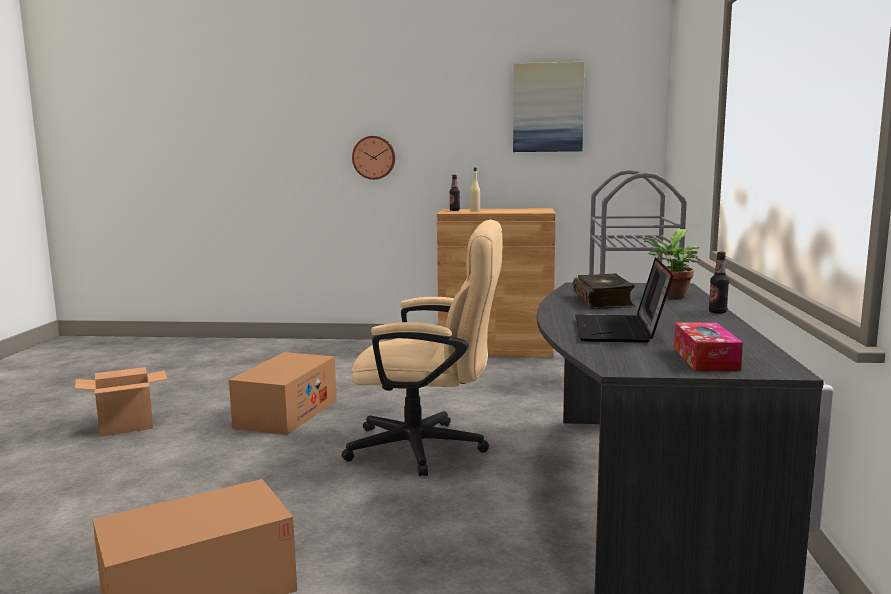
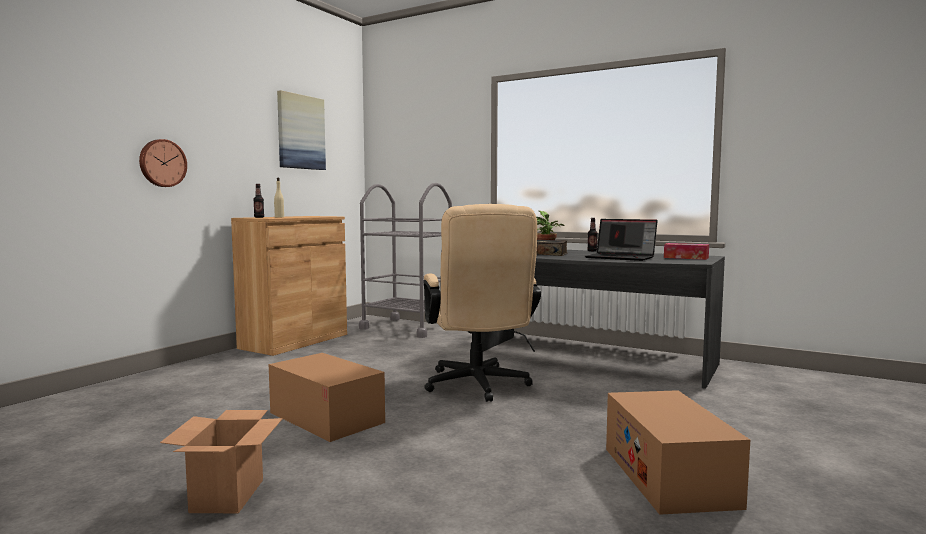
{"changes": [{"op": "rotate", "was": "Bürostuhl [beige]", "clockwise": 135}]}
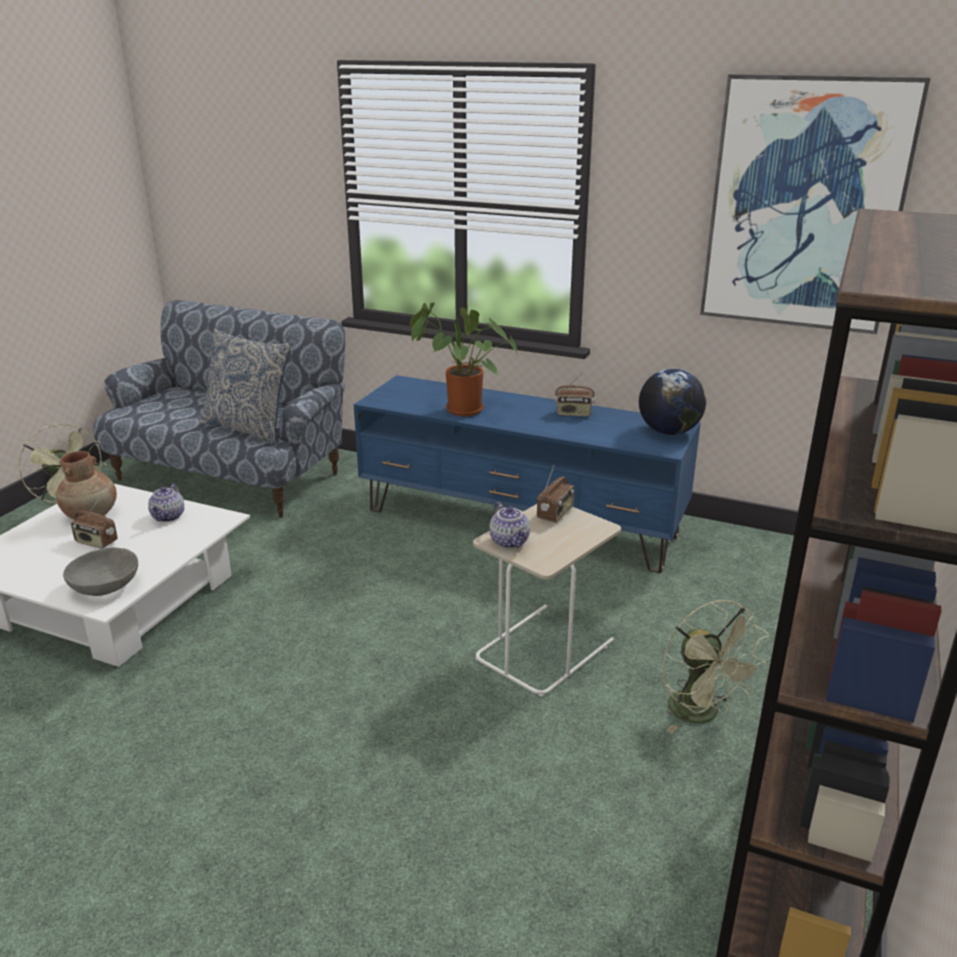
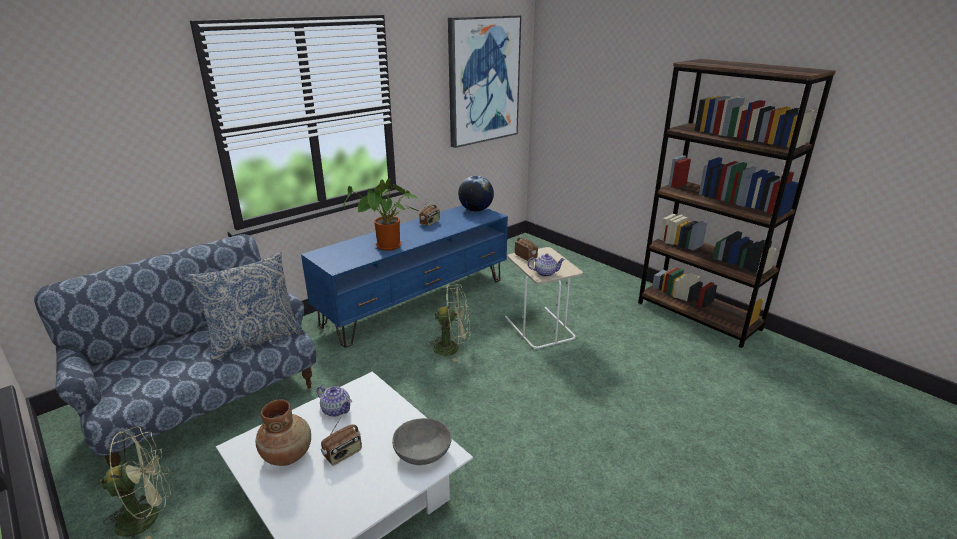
{"changes": [{"op": "move", "was": "Ventilator [grün] (2nd from left)"}]}
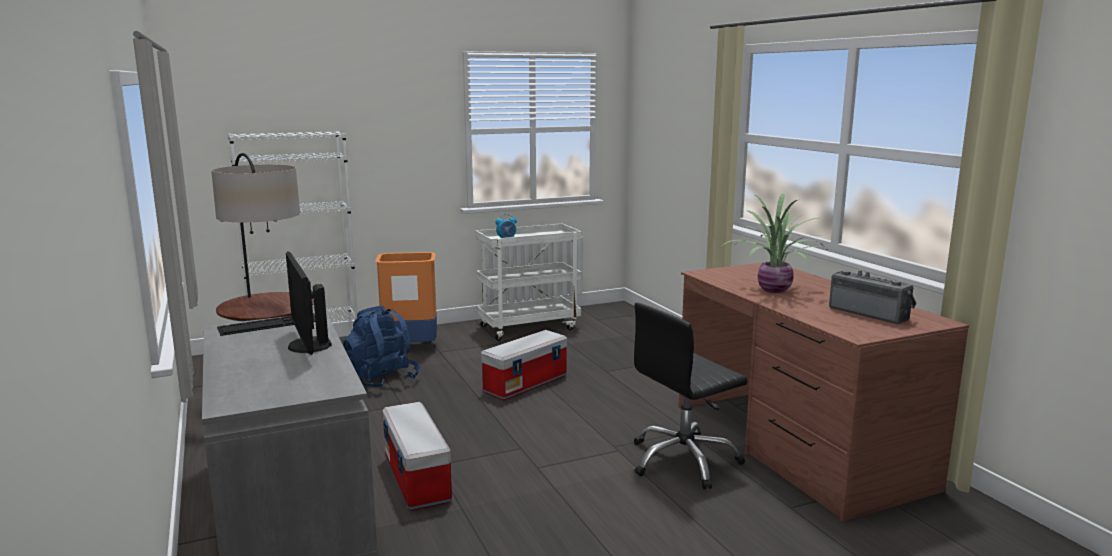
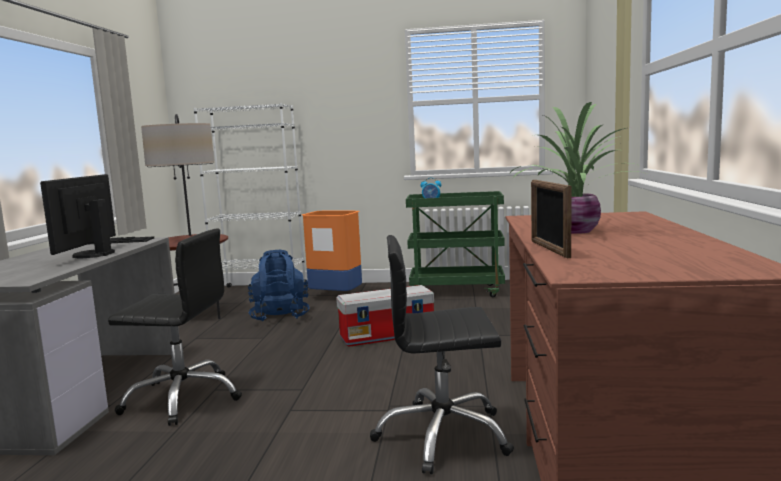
{"changes": [{"op": "recolor", "was": "Rollwagen [weiß]", "now": "Rollwagen [grün]"}, {"op": "delete", "was": "Radio"}, {"op": "replace", "was": "Aufbewahrungsbox (1st from left)", "now": "Bürostuhl [schwarz] (1st from left)"}, {"op": "insert", "now": "Bilderrahmen"}]}
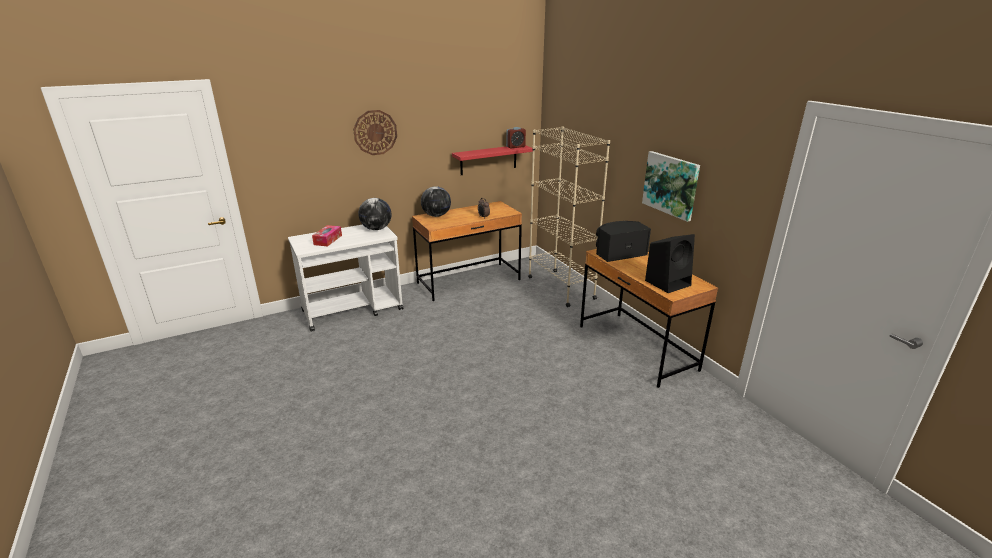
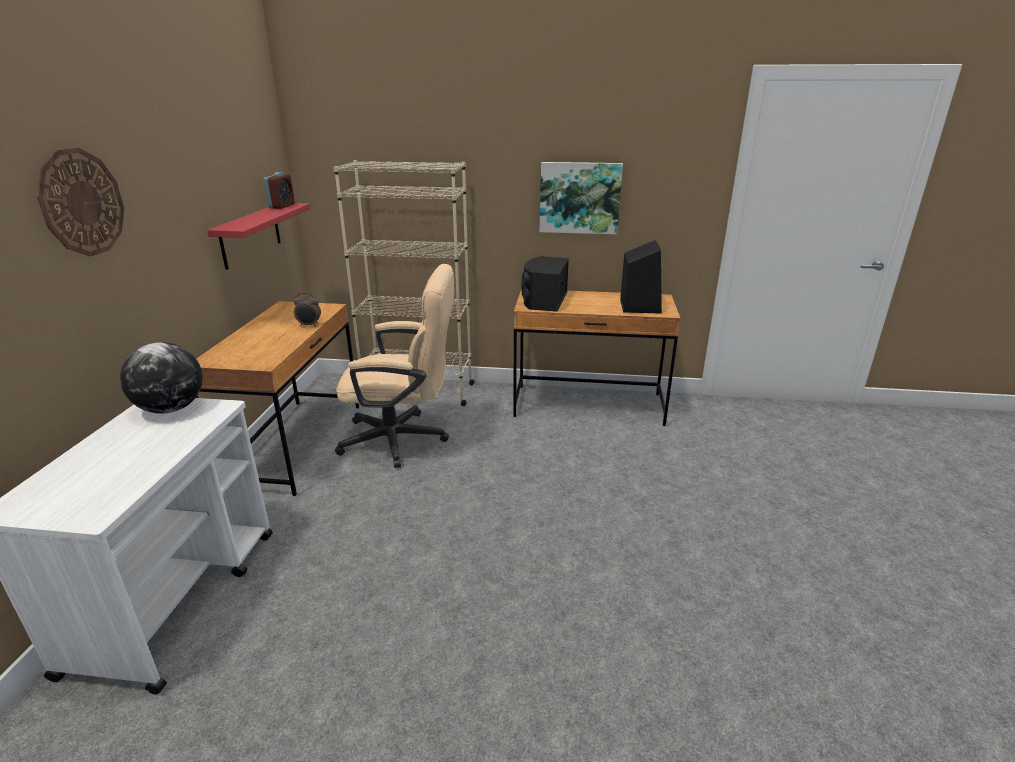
{"changes": [{"op": "delete", "was": "Globus (2nd from left)"}, {"op": "delete", "was": "Taschentuchbox"}, {"op": "insert", "now": "Bürostuhl [beige]"}]}
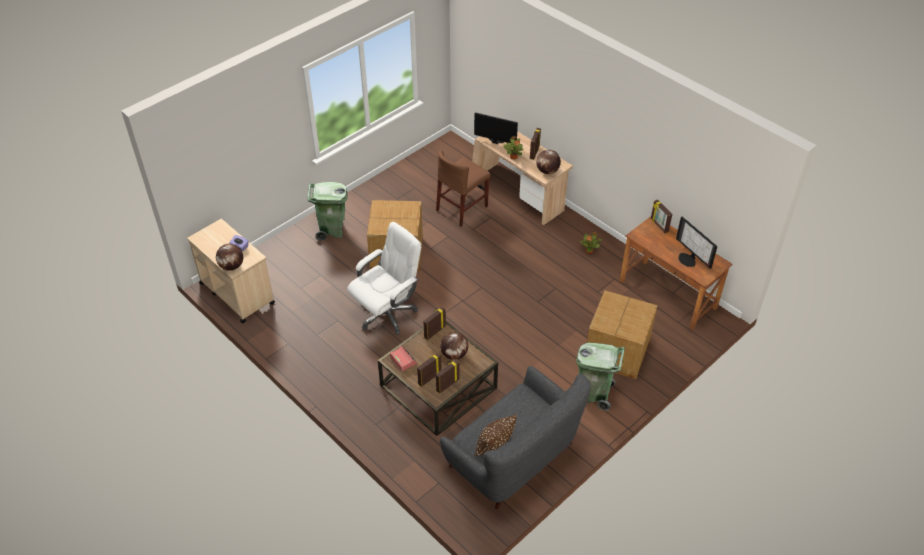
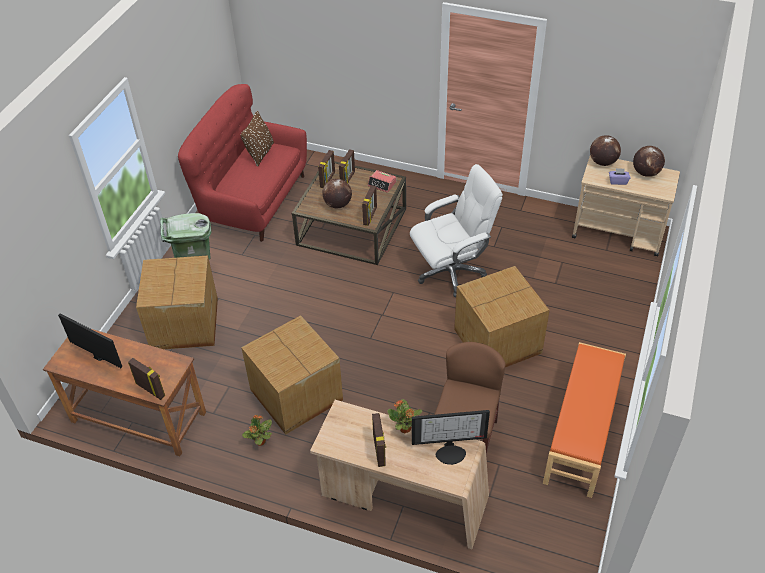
{"changes": [{"op": "move", "was": "Globus (3rd from left)"}, {"op": "delete", "was": "Mülleimer [grün] (1st from left)"}, {"op": "rotate", "was": "Bürostuhl [weiß]", "clockwise": -135}, {"op": "recolor", "was": "Sofa [grau]", "now": "Sofa [rot]"}, {"op": "insert", "now": "Karton (2nd from left)"}, {"op": "insert", "now": "Bank [orange]"}]}
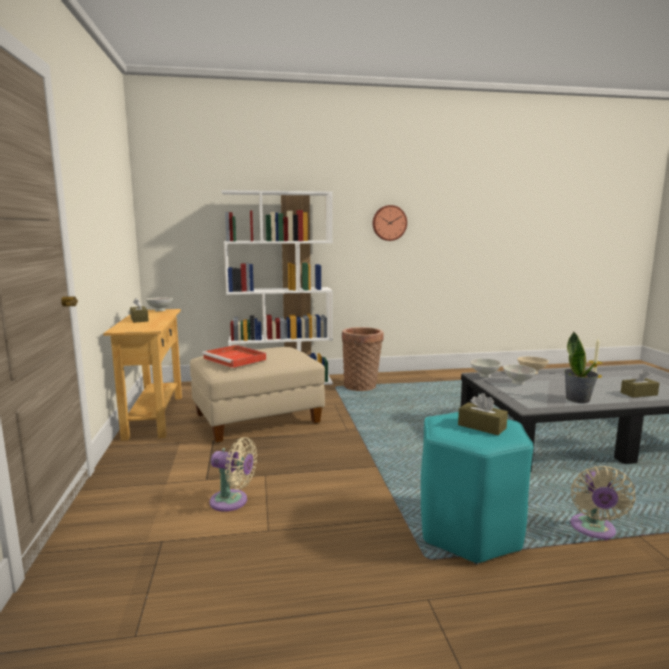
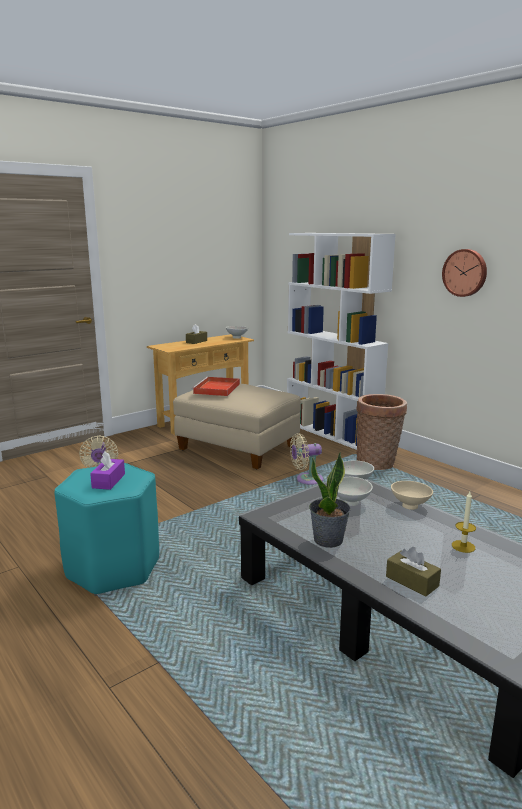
{"changes": [{"op": "recolor", "was": "Taschentuchbox [braun] (2nd from left)", "now": "Taschentuchbox [lila]"}, {"op": "move", "was": "Ventilator [beige] (2nd from left)"}]}
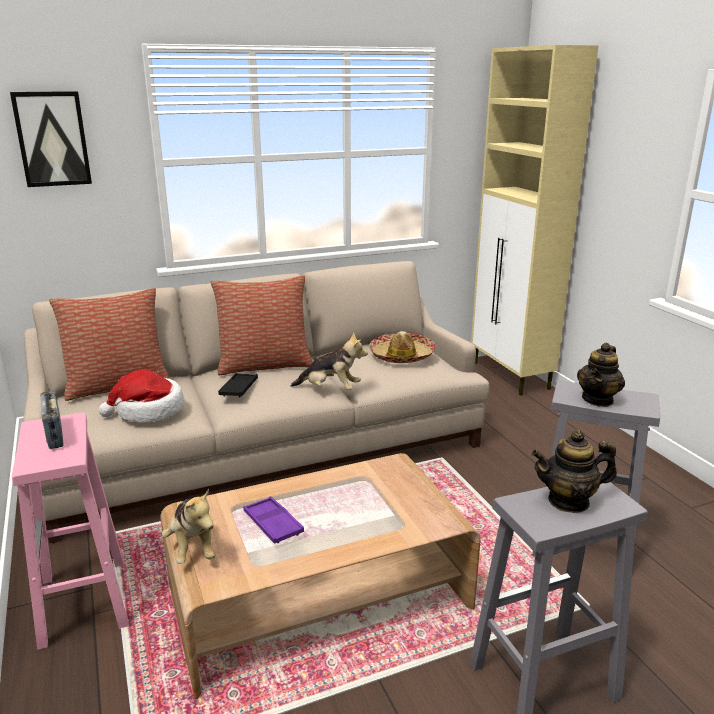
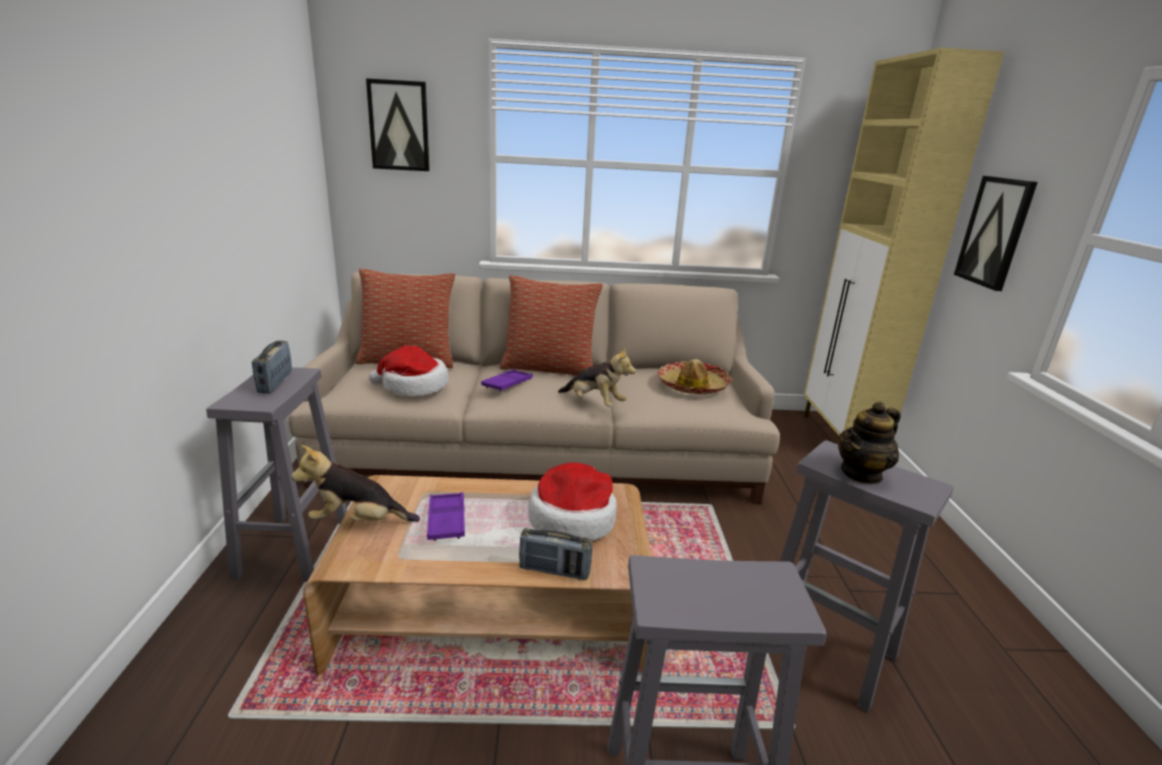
{"changes": [{"op": "recolor", "was": "Tablett [schwarz]", "now": "Tablett [lila] (2nd from left)"}, {"op": "recolor", "was": "Hocker [rosa]", "now": "Hocker [grau] (1st from left)"}, {"op": "delete", "was": "Teekanne (1st from left)"}, {"op": "rotate", "was": "Plüschtier (1st from left)", "clockwise": 90}, {"op": "insert", "now": "Bild (2nd from left)"}, {"op": "insert", "now": "Hut (2nd from left)"}, {"op": "insert", "now": "Radio (2nd from left)"}]}
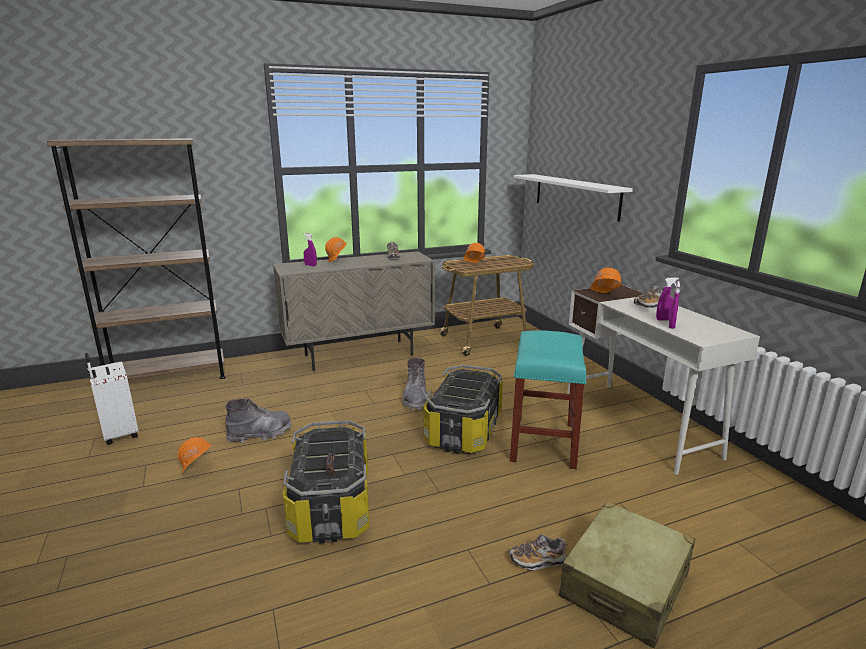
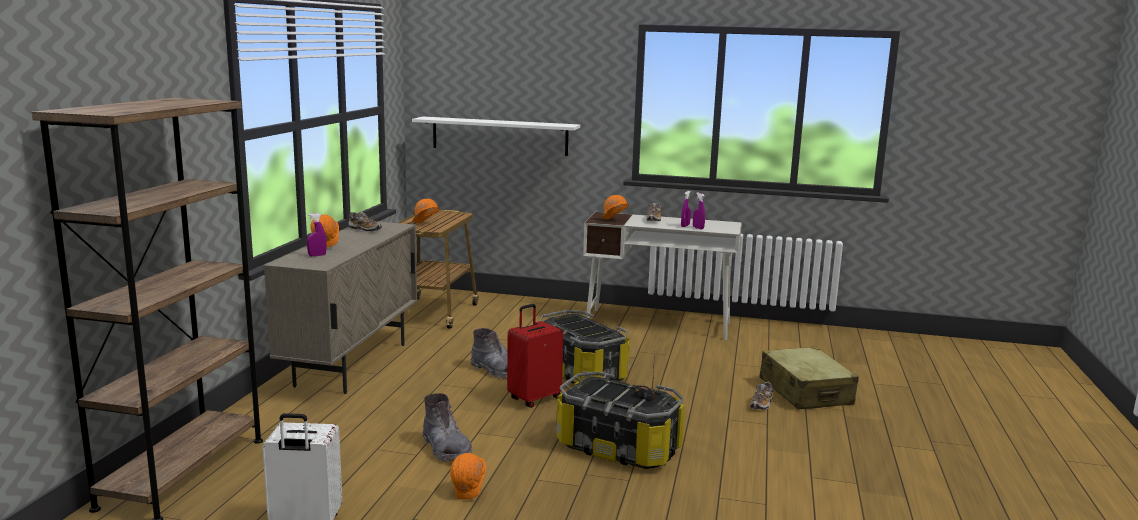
{"changes": [{"op": "delete", "was": "Hocker [türkis]"}, {"op": "rotate", "was": "Stiefel [grau] (1st from left)", "clockwise": 135}, {"op": "insert", "now": "Koffer [rot]"}]}
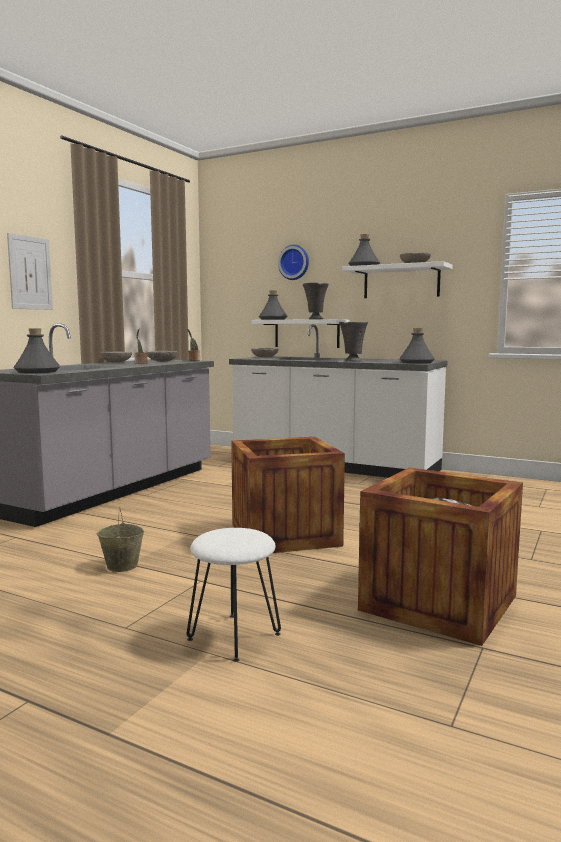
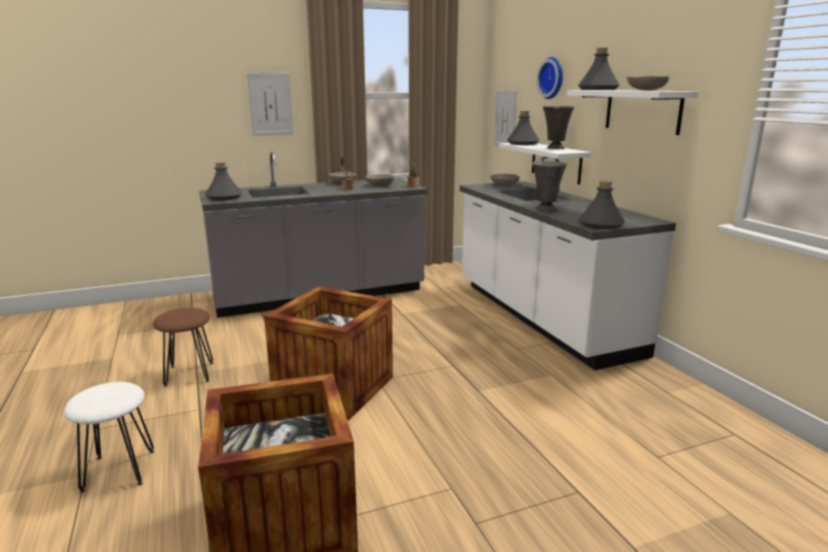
{"changes": [{"op": "replace", "was": "Eimer [beige]", "now": "Hocker [braun]"}, {"op": "insert", "now": "Bild (2nd from left)"}]}
